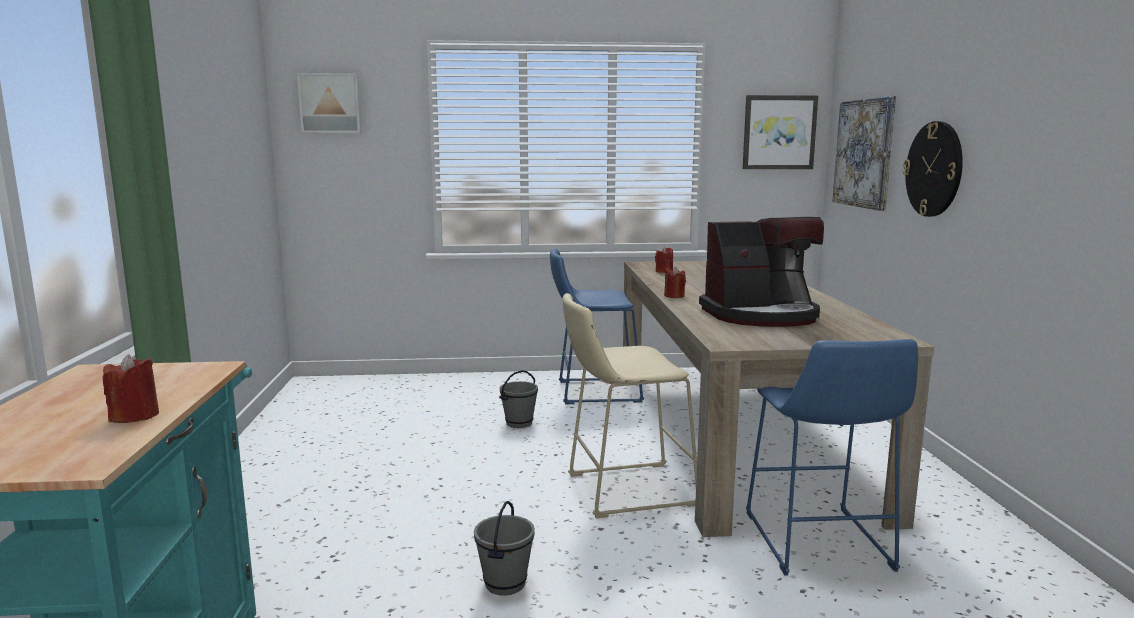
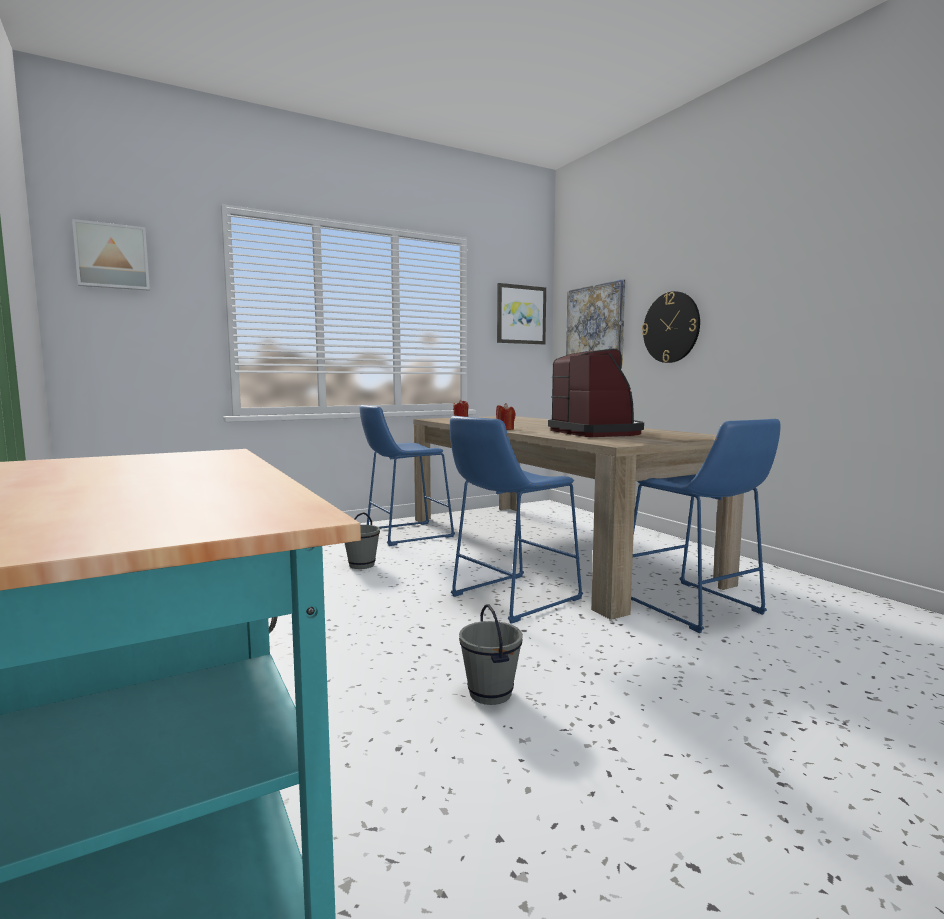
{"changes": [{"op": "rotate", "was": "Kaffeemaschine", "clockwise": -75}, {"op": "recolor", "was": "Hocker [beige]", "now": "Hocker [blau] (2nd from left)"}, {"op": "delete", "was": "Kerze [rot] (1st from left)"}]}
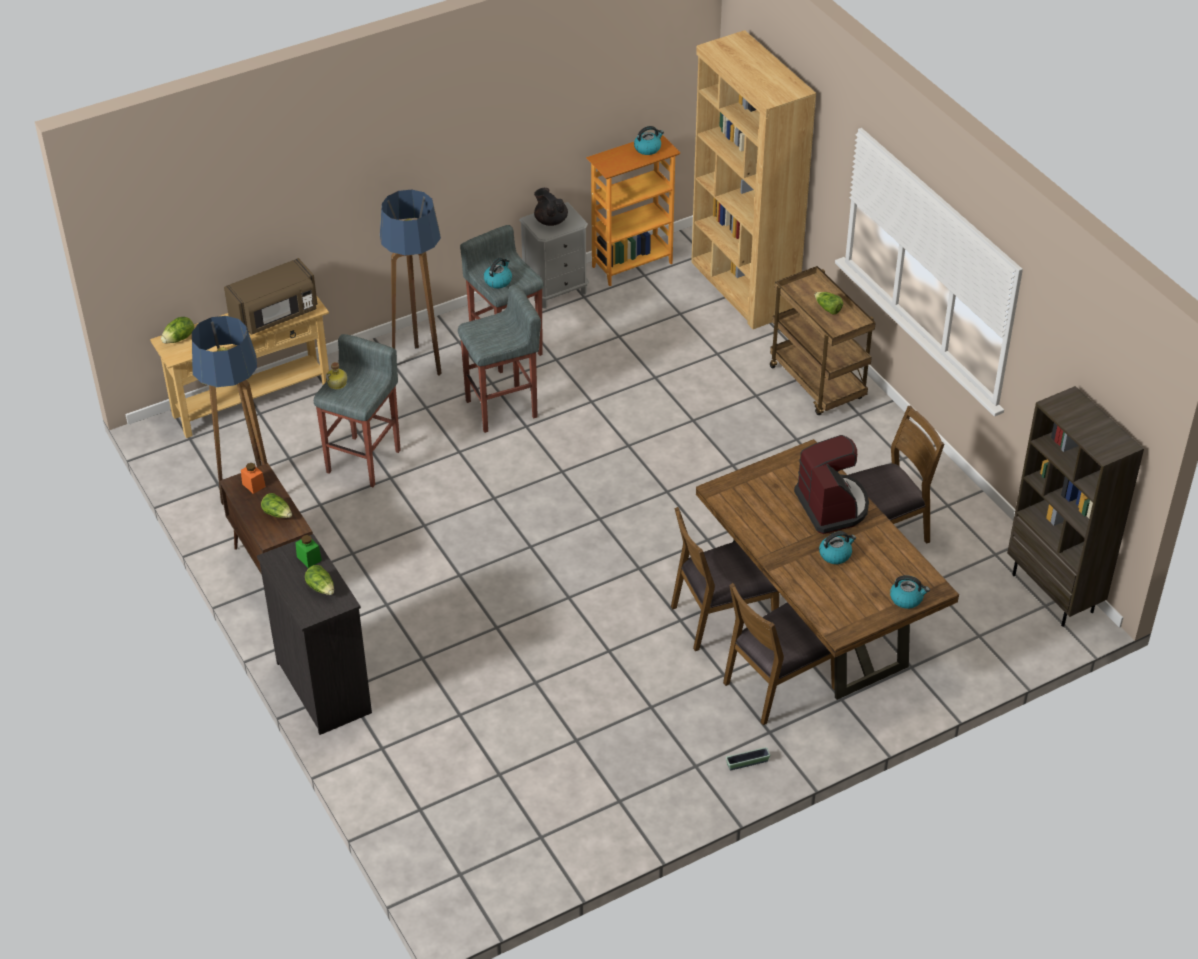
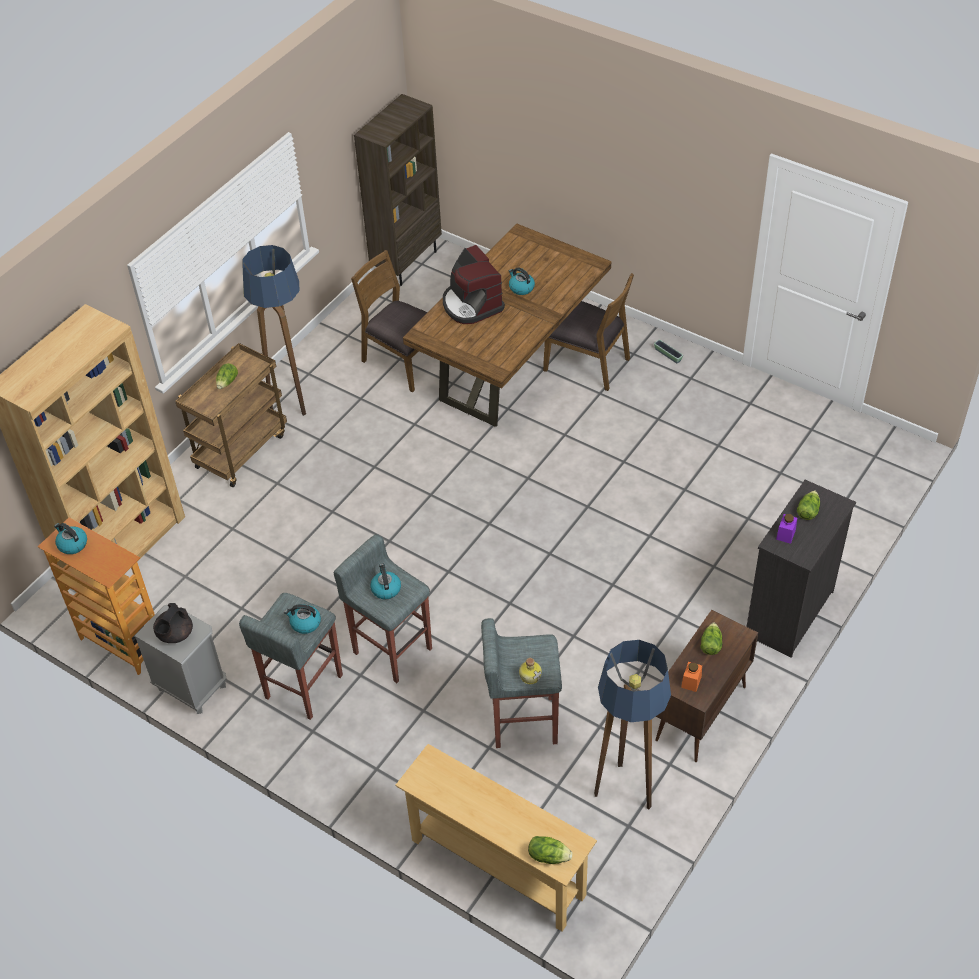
{"changes": [{"op": "move", "was": "Stehlampe (2nd from left in the first image)", "now": "Stehlampe (1st from left)"}, {"op": "delete", "was": "Mikrowelle [braun]"}, {"op": "rotate", "was": "Kaffeemaschine", "clockwise": -75}, {"op": "delete", "was": "Stuhl [braun] (1st from left)"}, {"op": "recolor", "was": "Vorratsglas [grün]", "now": "Vorratsglas [lila]"}, {"op": "move", "was": "Wasserkessel (4th from left in the first image)", "now": "Wasserkessel (3rd from left)"}]}
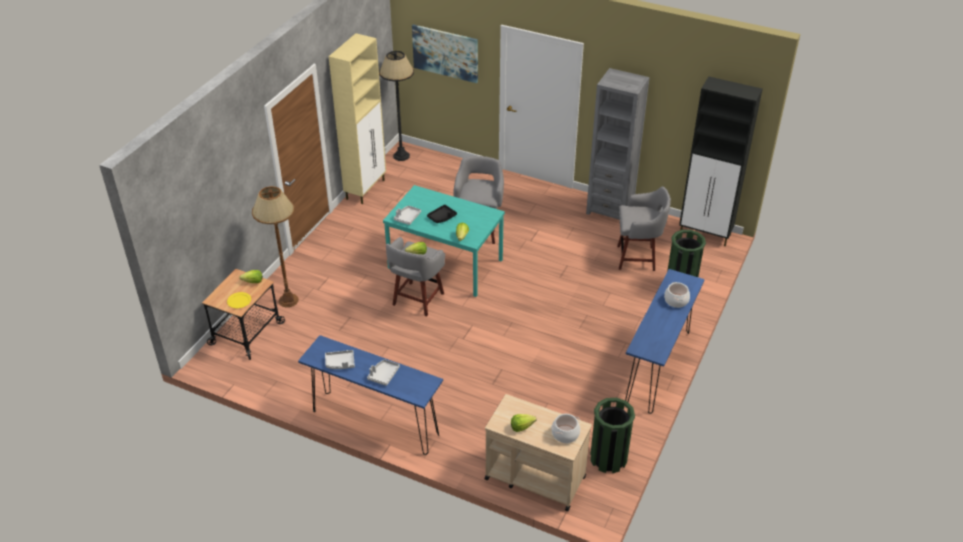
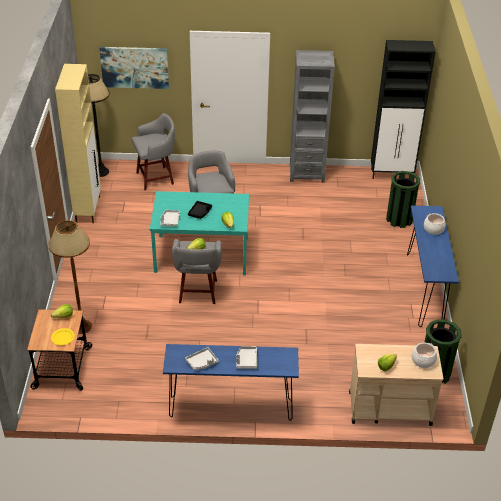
{"changes": [{"op": "move", "was": "Hocker [grau] (3rd from left in the first image)", "now": "Hocker [grau] (1st from left)"}]}
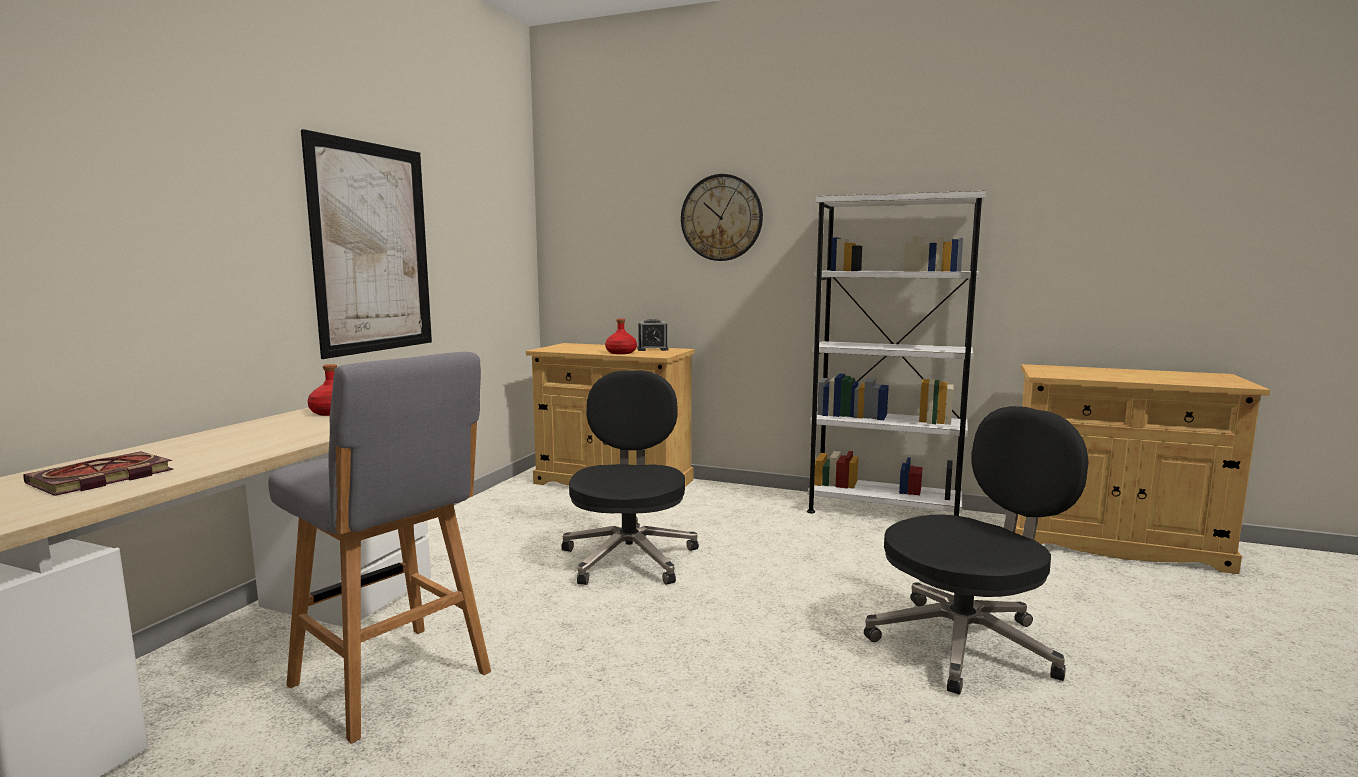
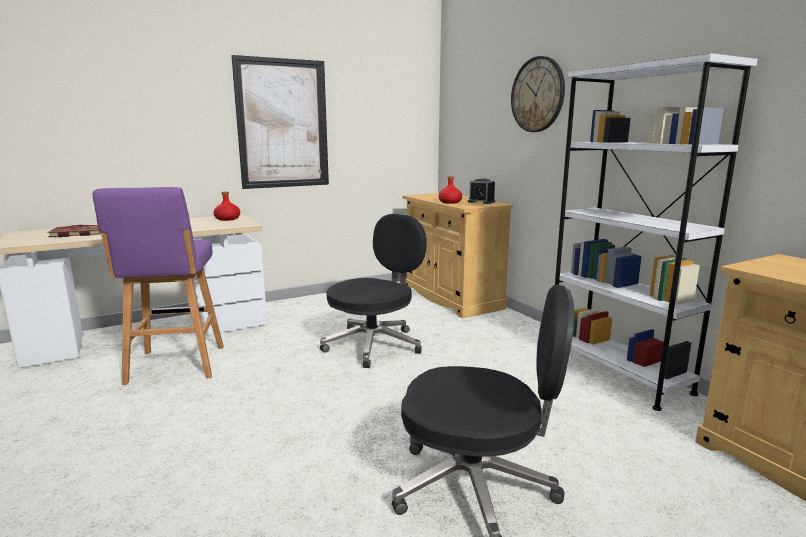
{"changes": [{"op": "recolor", "was": "Hocker [grau]", "now": "Hocker [lila]"}]}
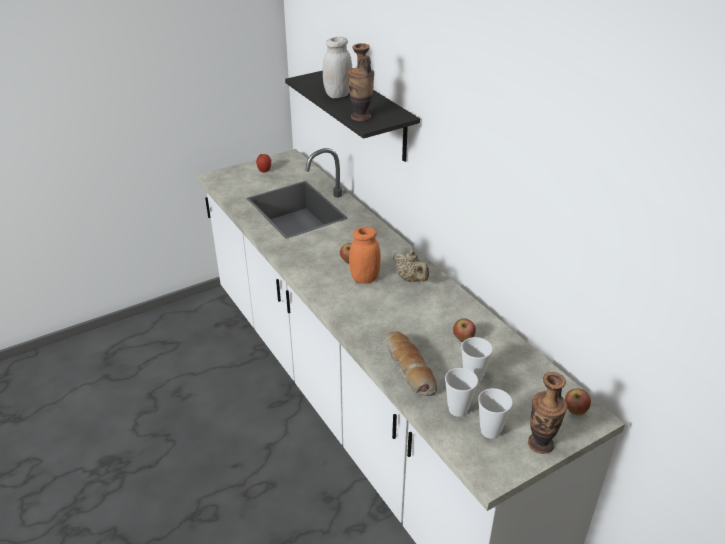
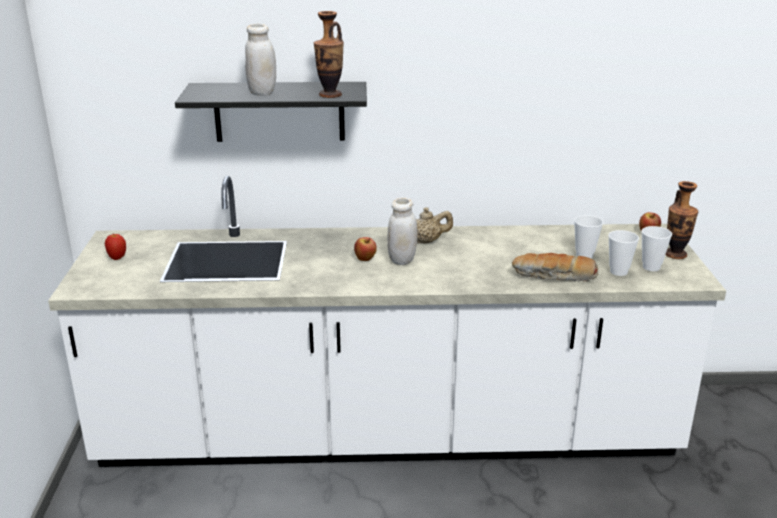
{"changes": [{"op": "recolor", "was": "Vorratsglas [orange]", "now": "Vorratsglas [weiß] (2nd from left)"}, {"op": "delete", "was": "Apfel (3rd from left)"}]}
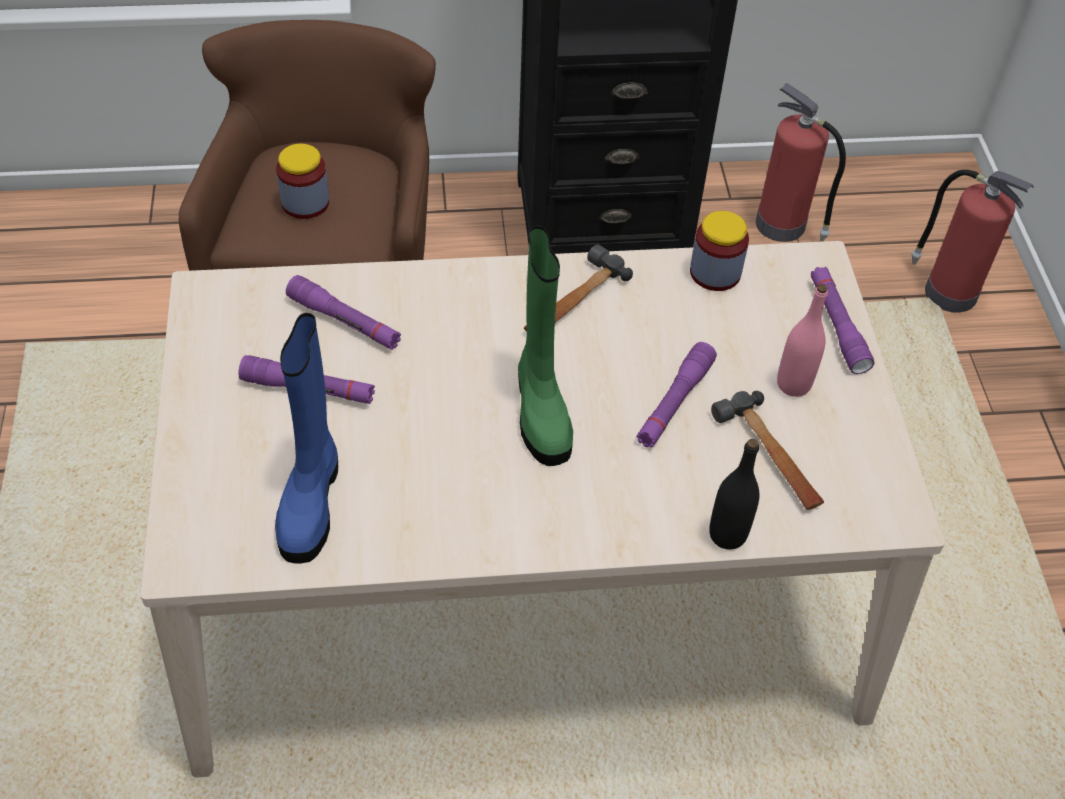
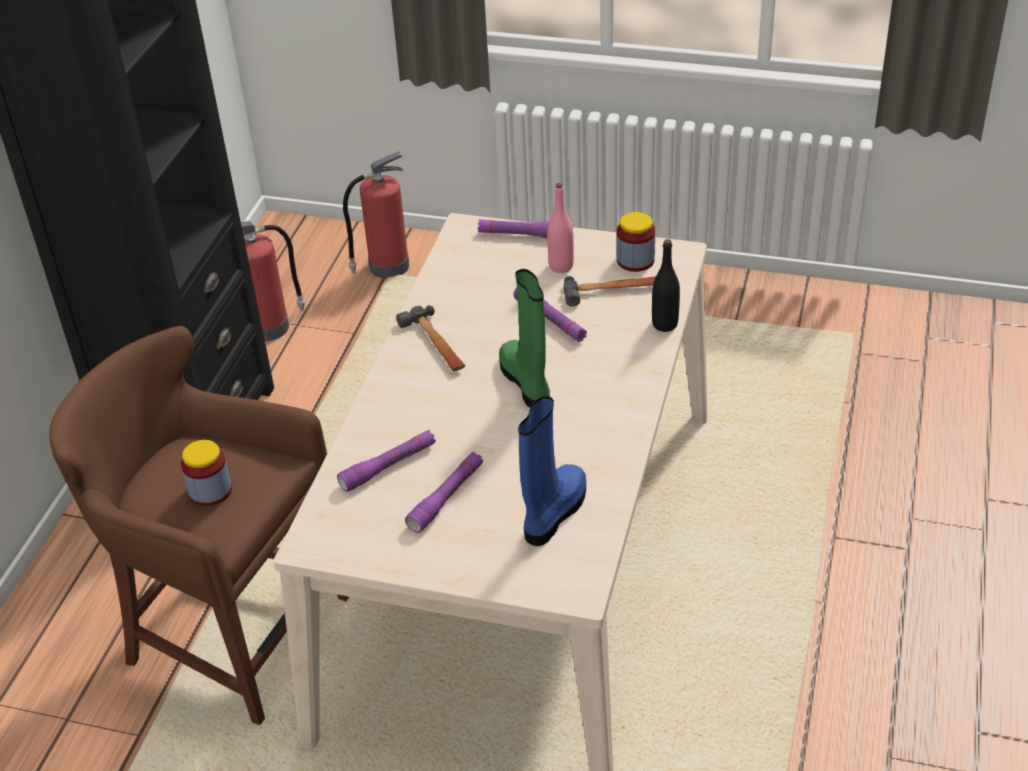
{"changes": [{"op": "move", "was": "Vorratsglas (2nd from left)"}, {"op": "rotate", "was": "Stiefel [grün]", "clockwise": -120}, {"op": "rotate", "was": "Stiefel [blau]", "clockwise": -90}]}
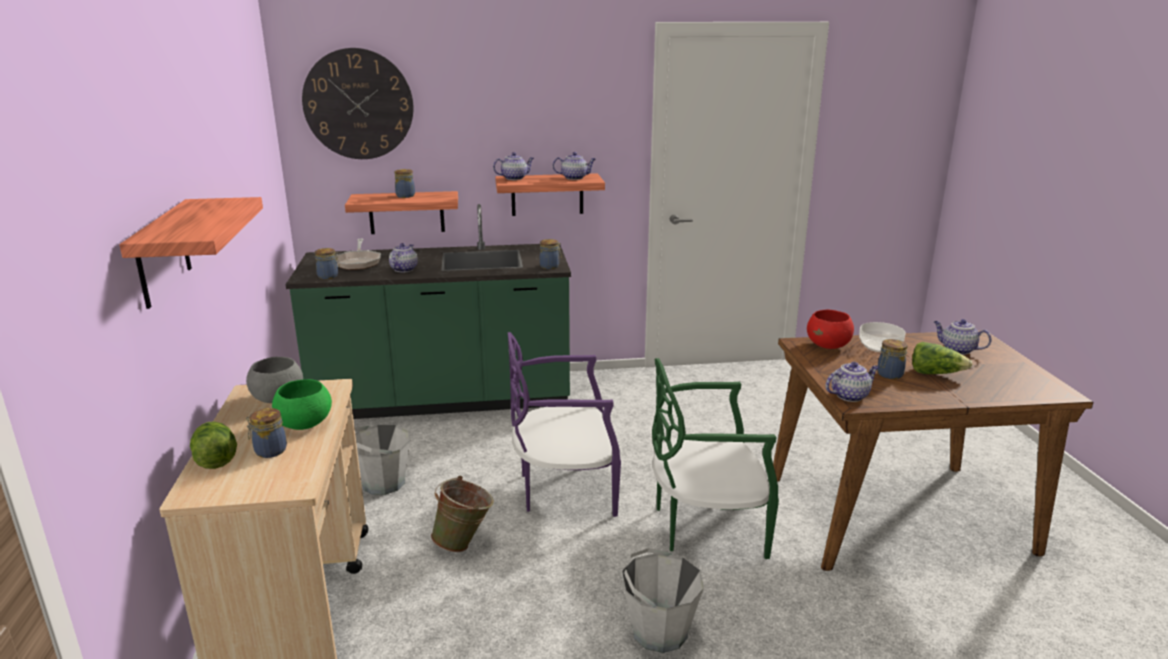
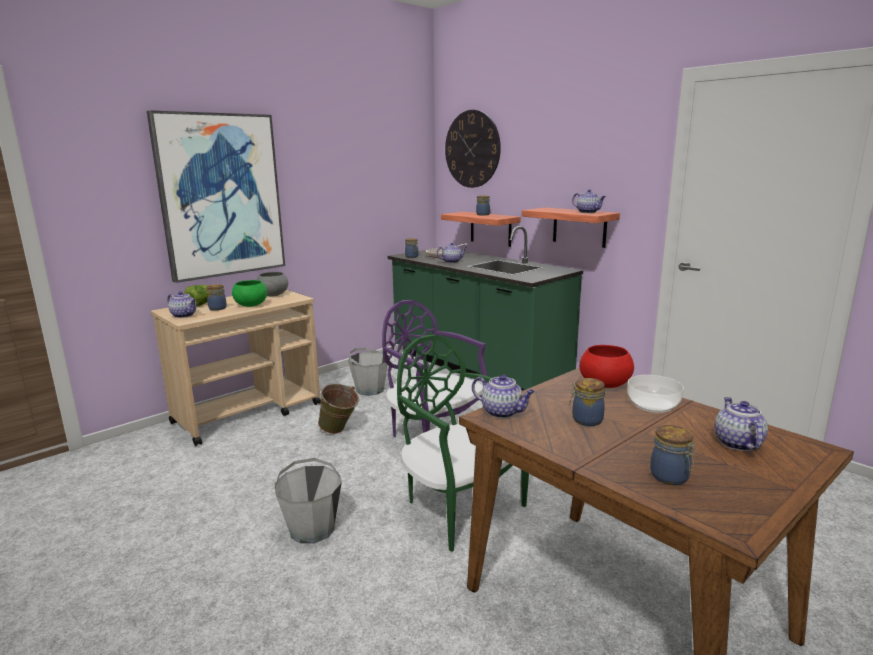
{"changes": [{"op": "move", "was": "Teekanne (2nd from left in the first image)", "now": "Teekanne (1st from left)"}, {"op": "replace", "was": "Wandregal (1st from left)", "now": "Bild"}, {"op": "move", "was": "Vorratsglas (4th from left in the first image)", "now": "Vorratsglas (5th from left)"}, {"op": "delete", "was": "Salatkopf (2nd from left)"}]}
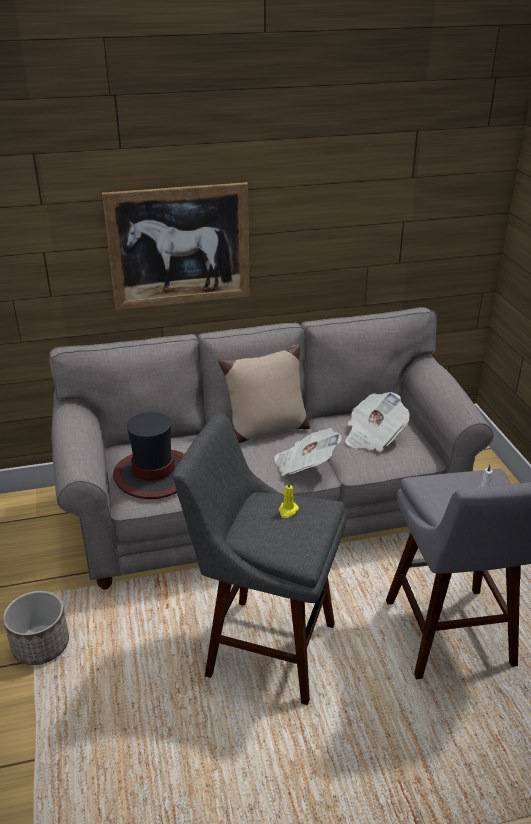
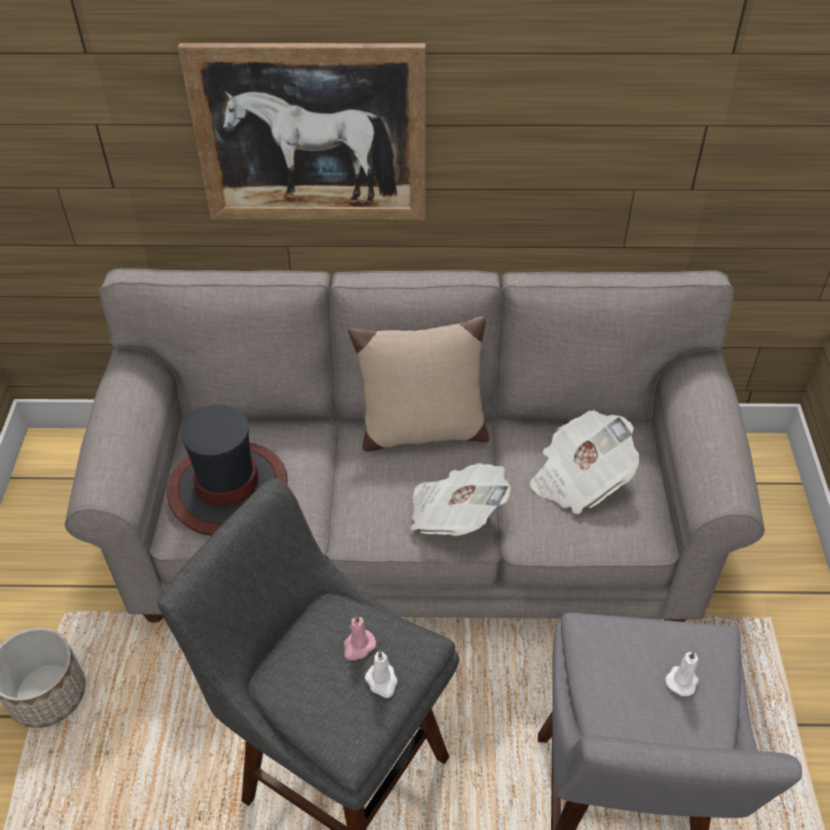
{"changes": [{"op": "recolor", "was": "Kerze [gelb]", "now": "Kerze [rosa]"}, {"op": "insert", "now": "Kerze [weiß] (1st from left)"}]}
